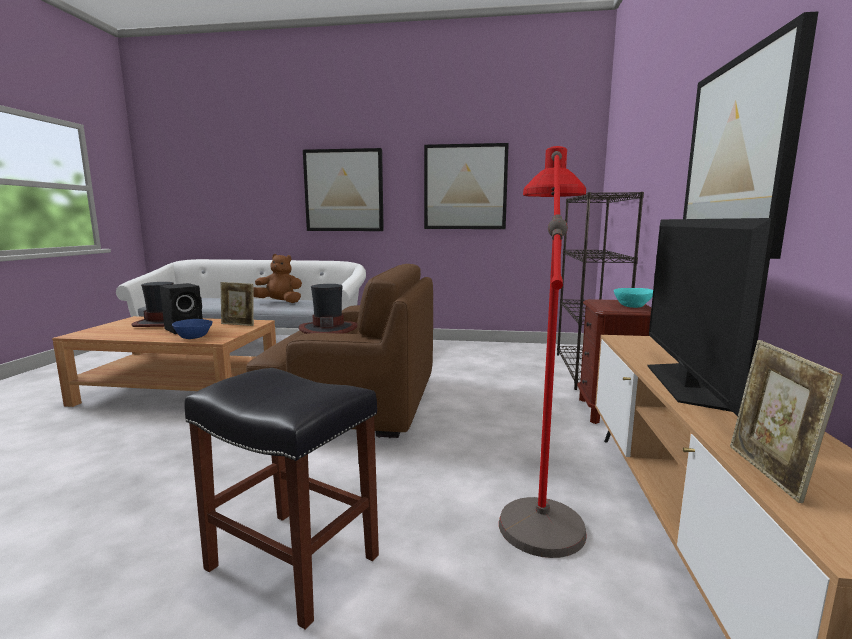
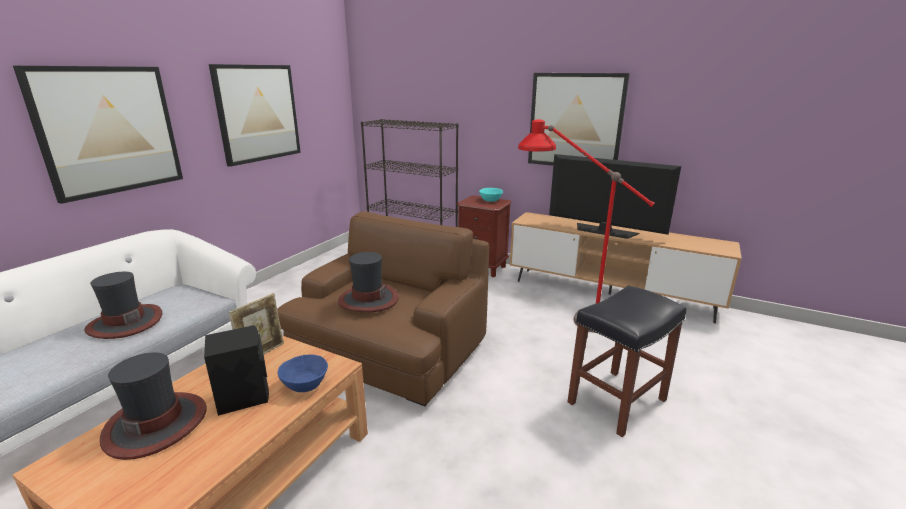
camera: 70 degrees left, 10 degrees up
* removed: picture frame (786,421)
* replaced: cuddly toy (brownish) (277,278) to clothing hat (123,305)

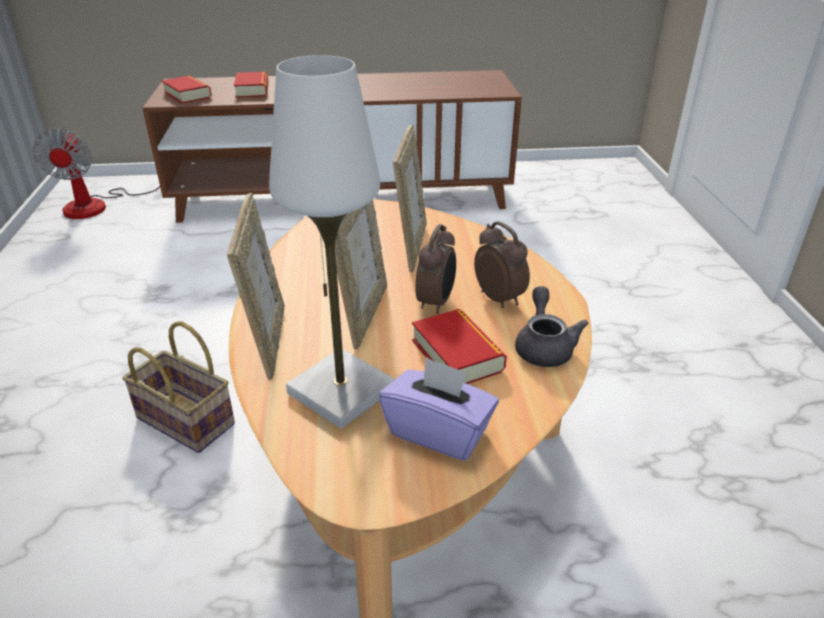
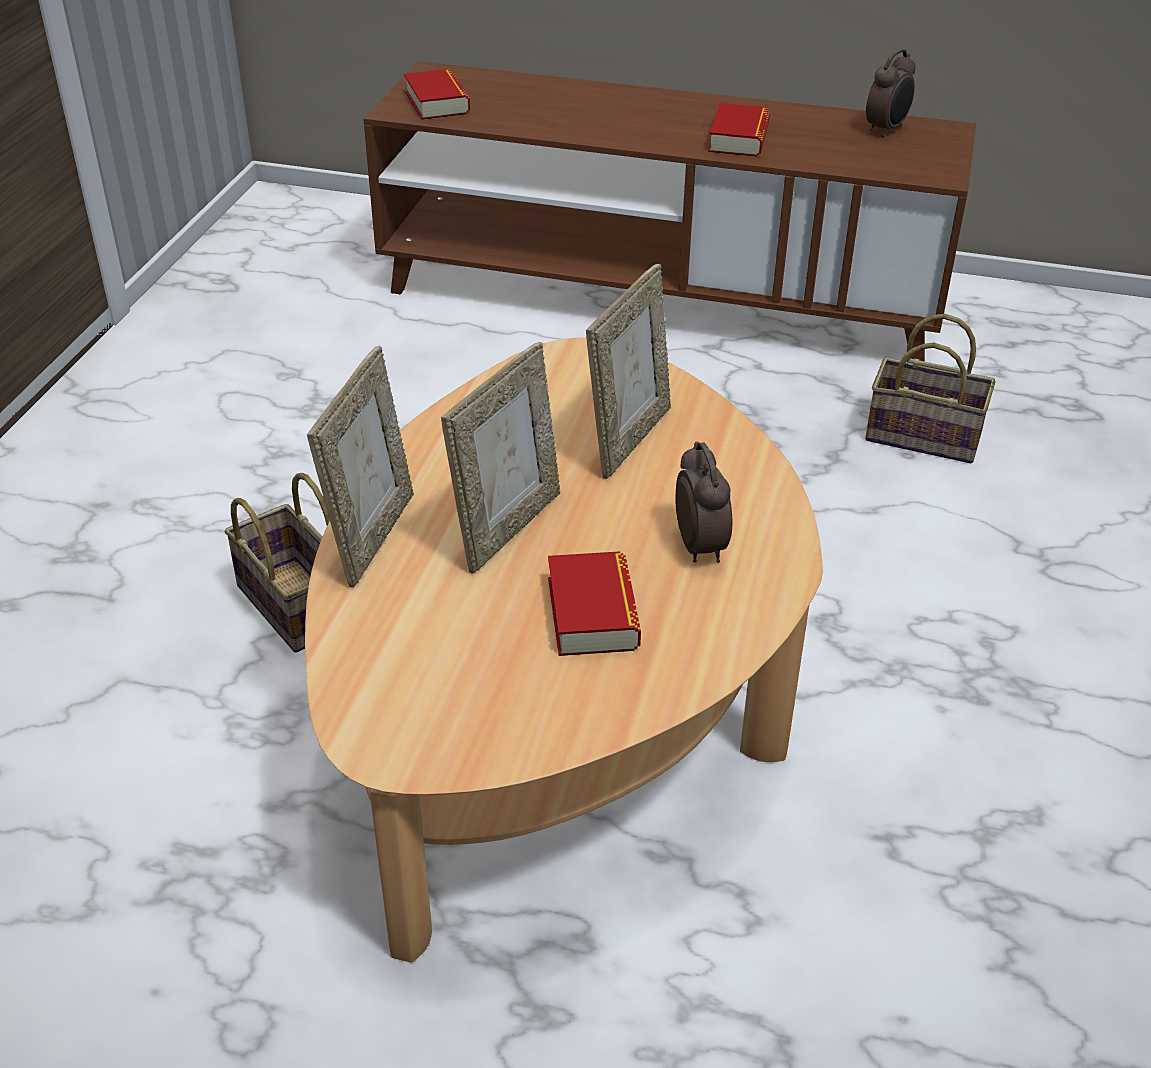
camera: 20 degrees right, 5 degrees up
* removed: electric fan (96,173)
* removed: lamp for a table (white-coloured) (332,242)
* removed: box of tissues (purple-coloured) (439,408)
* removed: teapot (greyish) (551,326)
* added: basket (930,388)
* moved: book (251,85) to (739,130)
* moved: table clock (435,269) to (891,93)

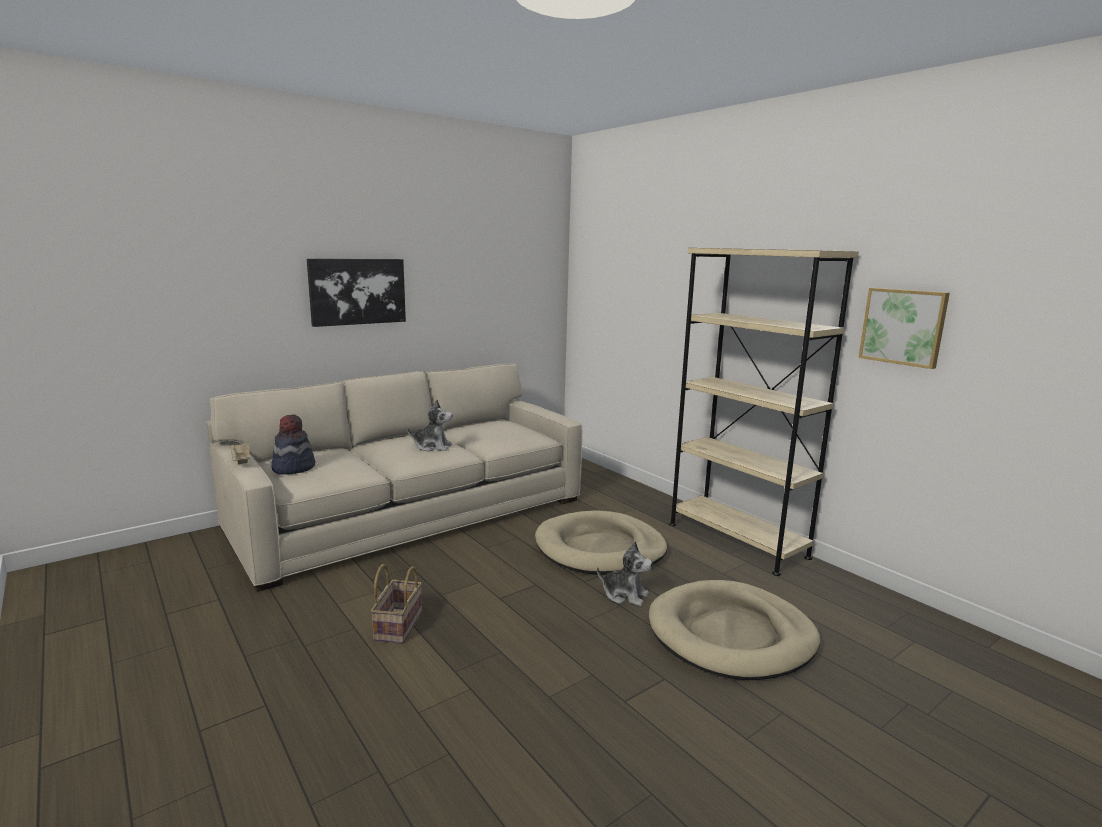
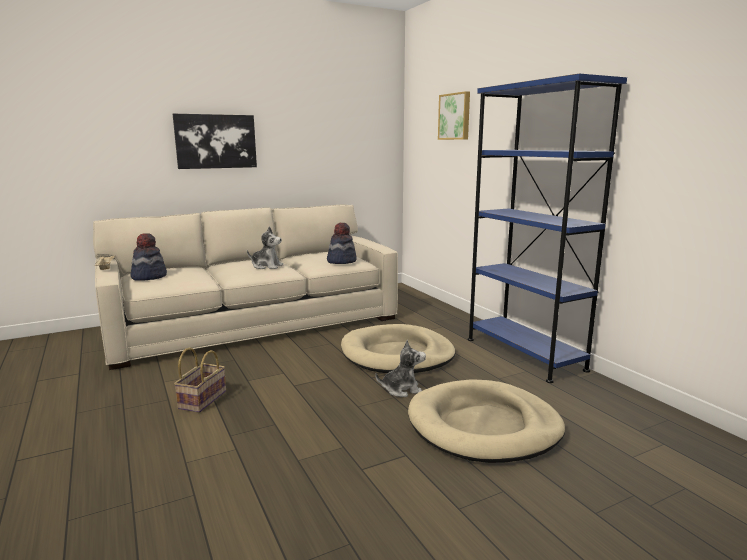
camera: 10 degrees right, 0 degrees up
* added: clothing hat (342,243)
* moved: picture (904,328) to (454,115)
* recoloured: bookshelf (sand-coloured) (764,412) to bookshelf (bluish) (547,228)
* turned: cuddly toy (624,573) = (400,368) 45 degrees counterclockwise

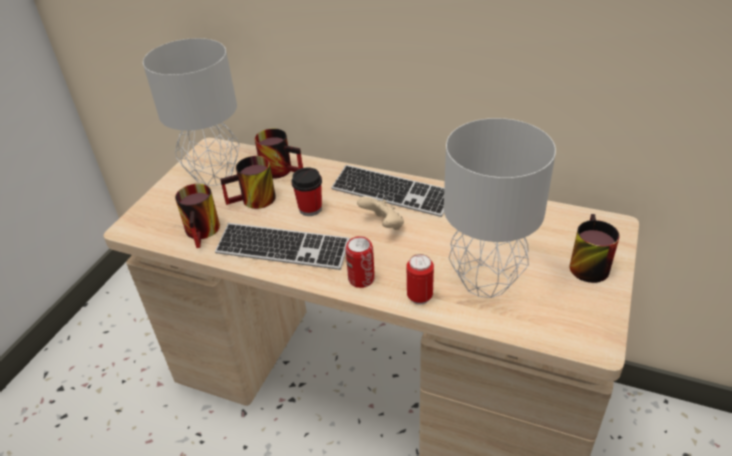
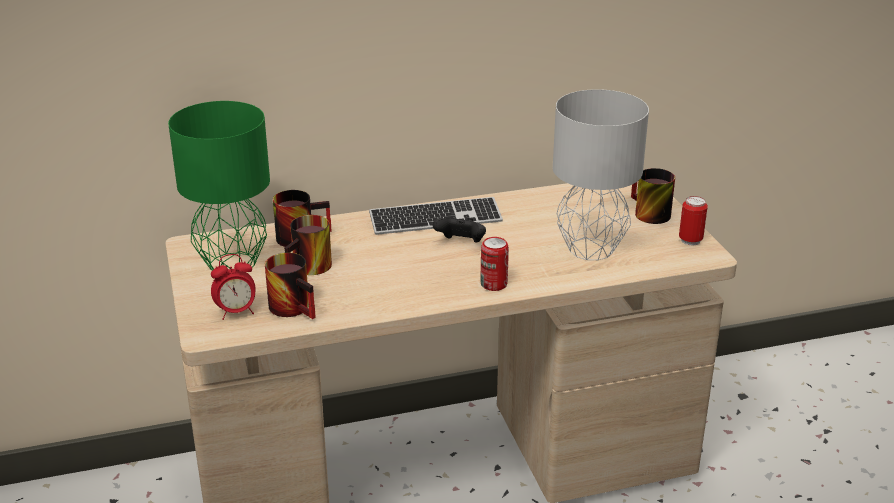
camera: 40 degrees left, 10 degrees down
* removed: computer keyboard (282,246)
* removed: small cup (306,192)
* added: table clock (233,287)
* moved: can (420,279) to (693,221)
* recoloured: lamp for a table (greyish) (191,112) to lamp for a table (greenish) (219,185)
* recoloured: joypad (sand-coloured) (380,213) to joypad (black) (459,230)

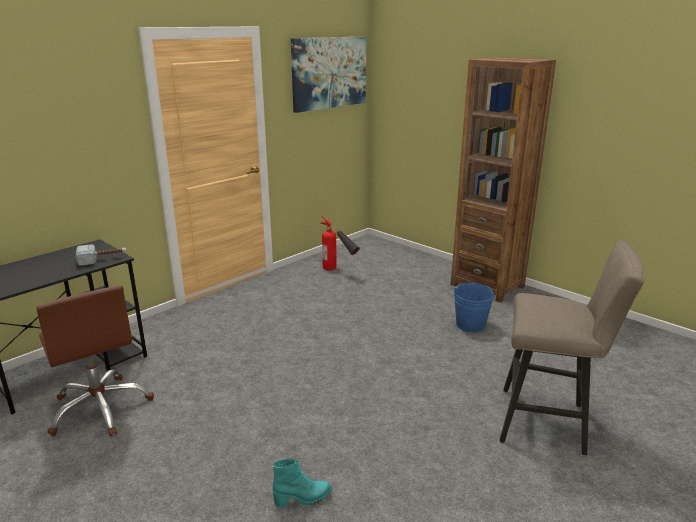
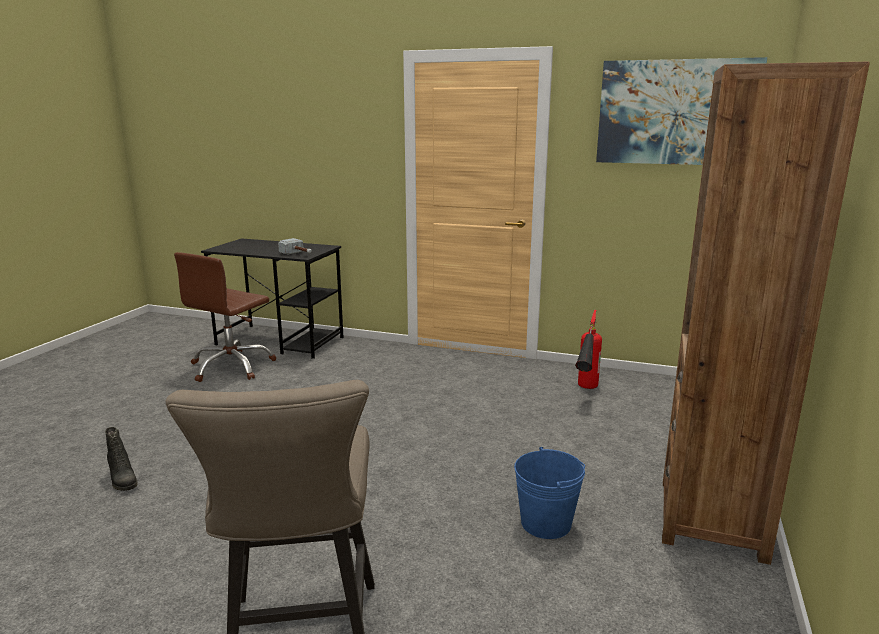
camera: 65 degrees right, 5 degrees down
* recoloured: high-top boot (turquoise) (301,482) to high-top boot (black) (121,459)

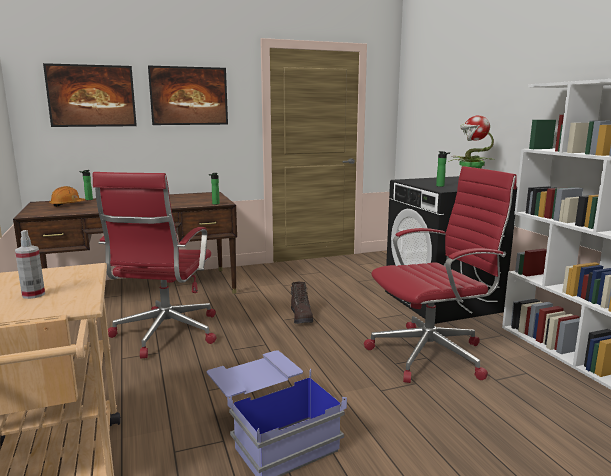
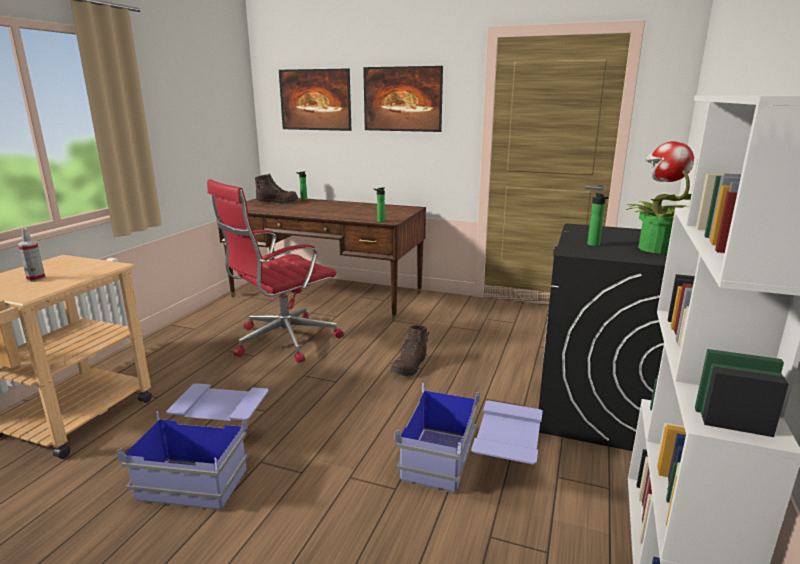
camera: 40 degrees right, 5 degrees up
* replaced: work helmet (orangey) (67,196) to high-top boot (brownish) (276,189)
* replaced: desk chair (red) (440,274) to storage box (bluish) (469,438)

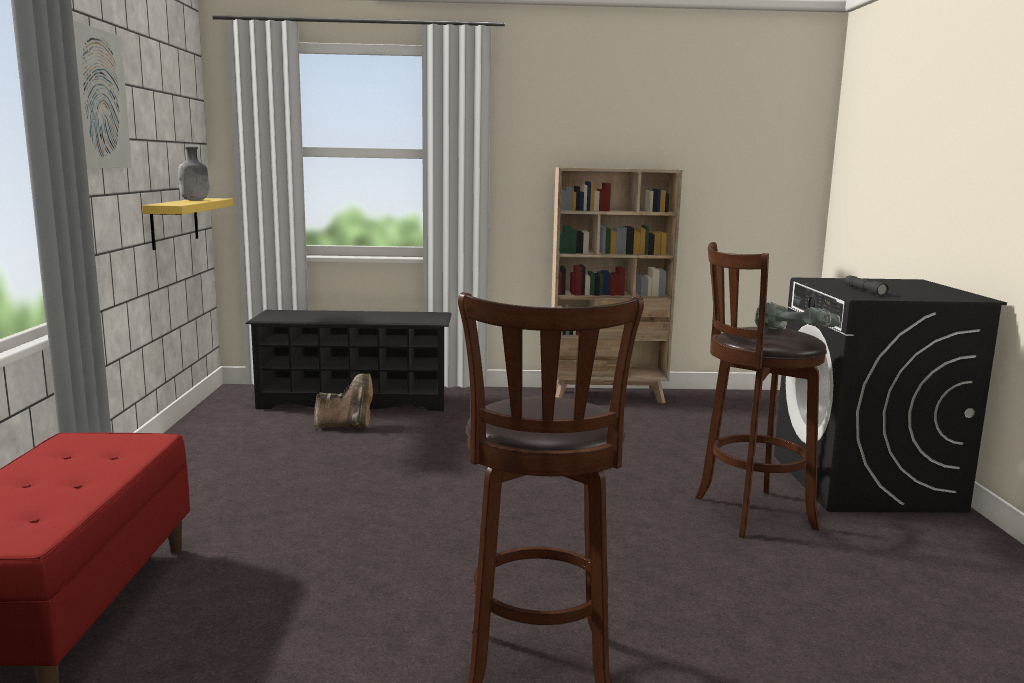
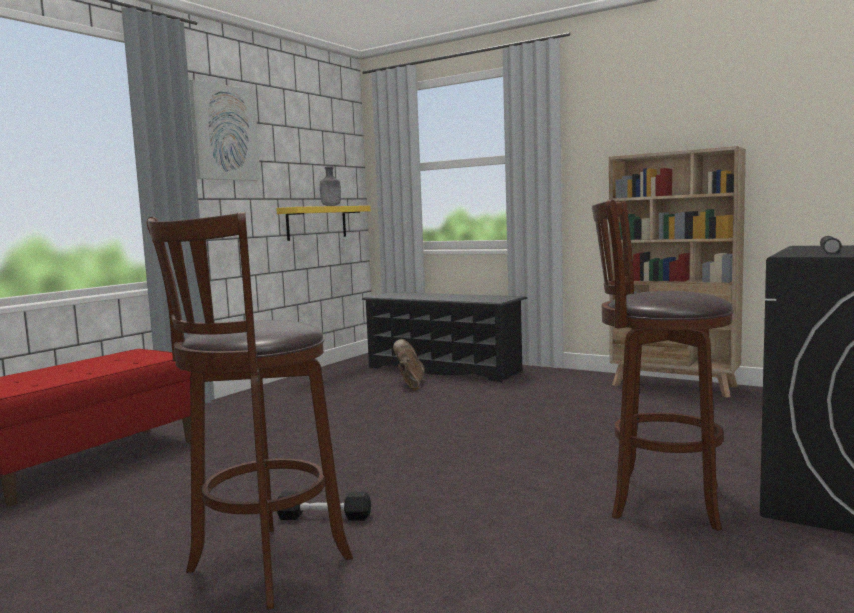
camera: 35 degrees right, 5 degrees down
* removed: electric drill (798,315)
* added: free weight (black) (324,506)
* turned: high-top boot (brownish) (343,401) = (409,364) 120 degrees counterclockwise

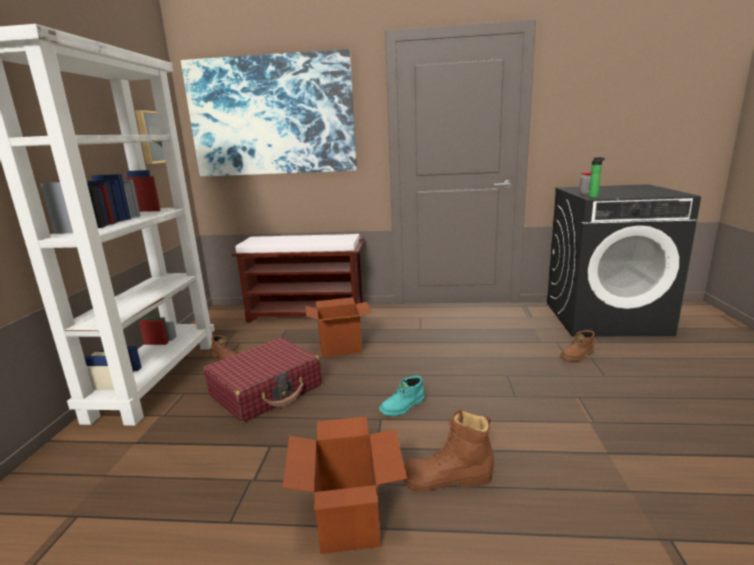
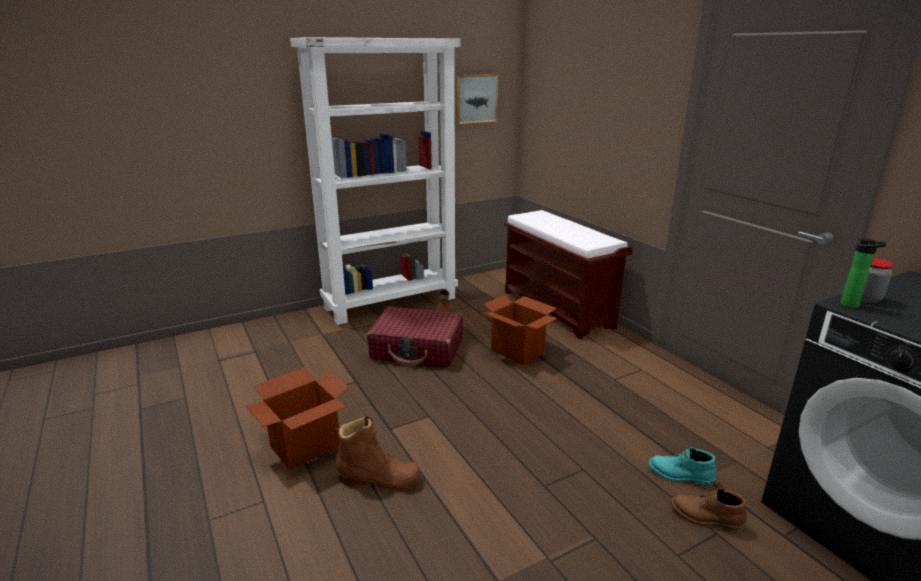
camera: 55 degrees right, 5 degrees up
* removed: picture (269,113)
* moved: high-top boot (turquoise) (402,396) to (682,467)
* turned: high-top boot (brownish) (449,450) = (378,453) 135 degrees clockwise

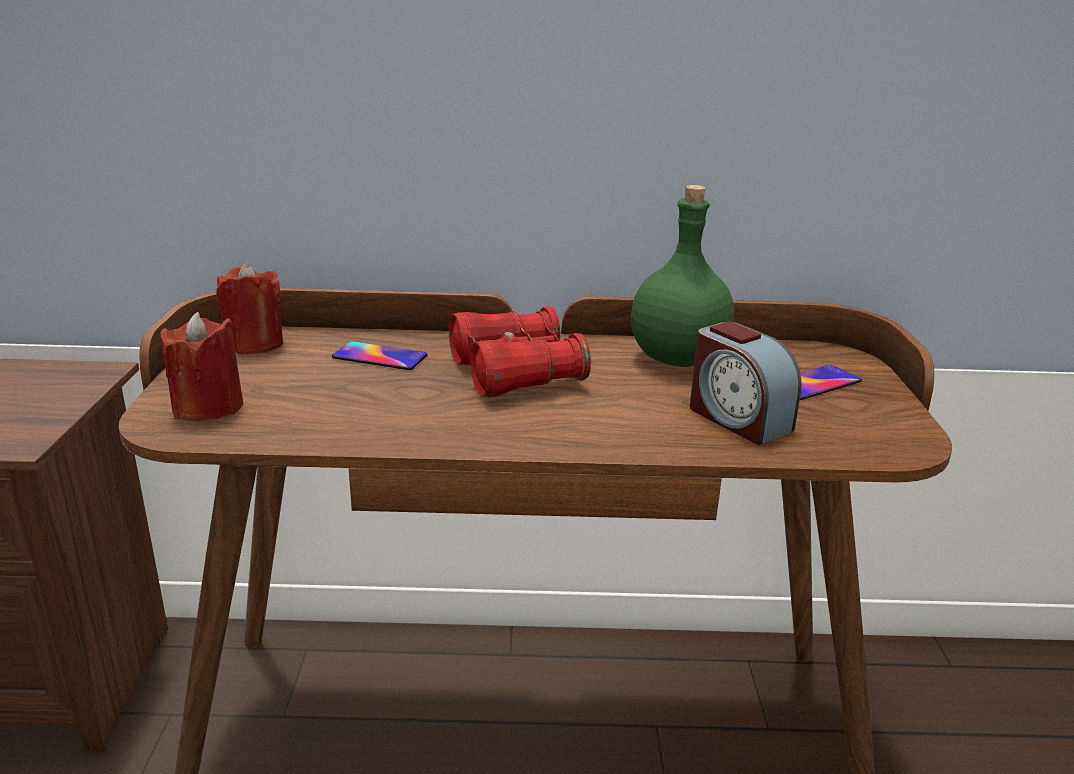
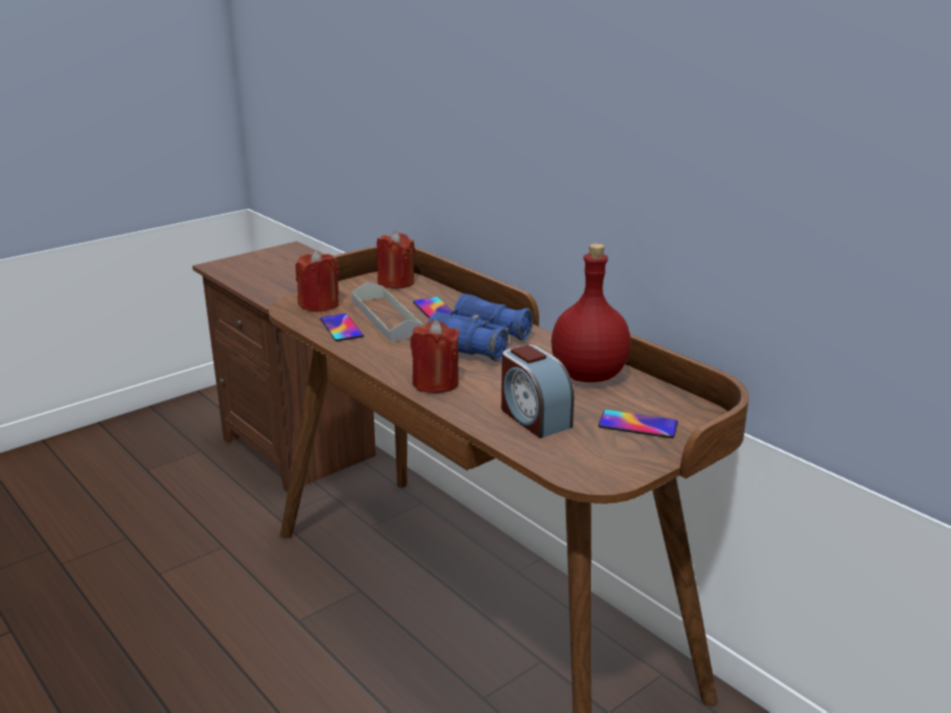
camera: 50 degrees right, 0 degrees up
* added: telephone (342,327)
* added: serving tray (greyish) (388,312)
* added: wax light (red) (435,356)
* recoloured: pair of binoculars (red) (520,352) to pair of binoculars (bluish) (481,327)
* recoloured: drink bottle (greenish) (682,276) to drink bottle (red) (591,313)
* turned: table clock (746,383) = (537,391) 45 degrees counterclockwise

